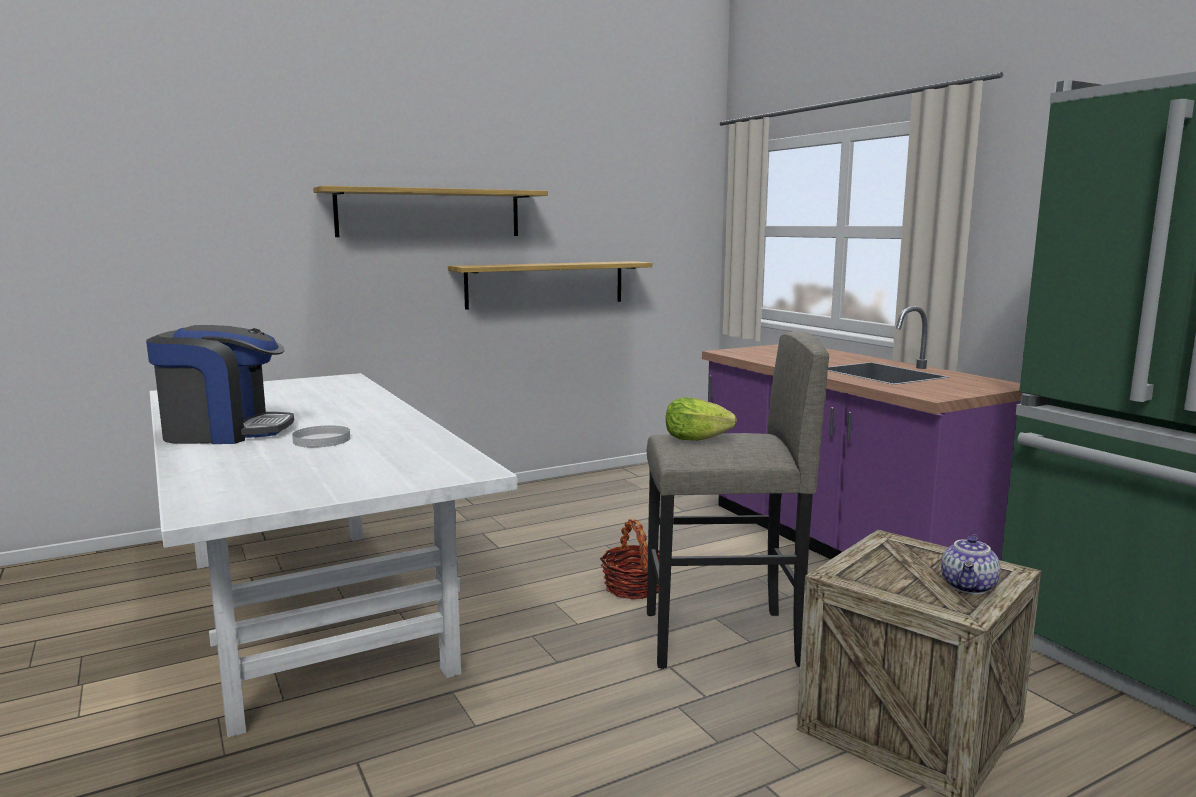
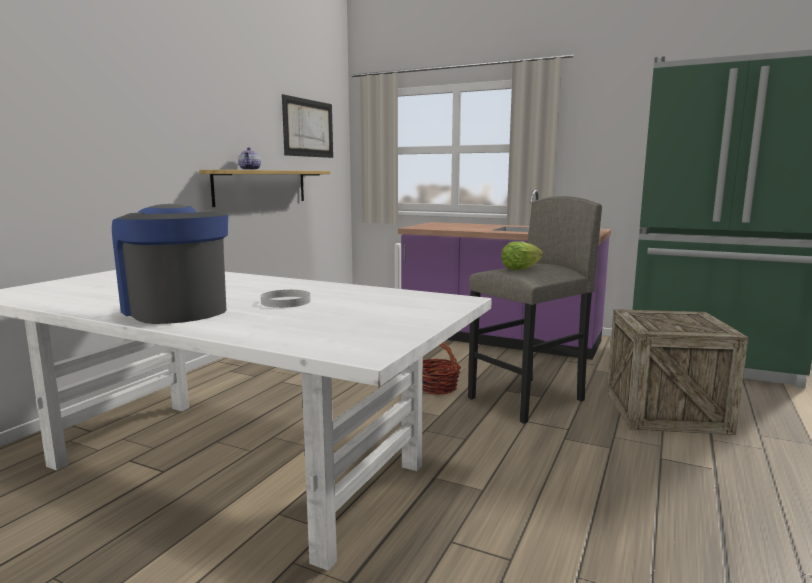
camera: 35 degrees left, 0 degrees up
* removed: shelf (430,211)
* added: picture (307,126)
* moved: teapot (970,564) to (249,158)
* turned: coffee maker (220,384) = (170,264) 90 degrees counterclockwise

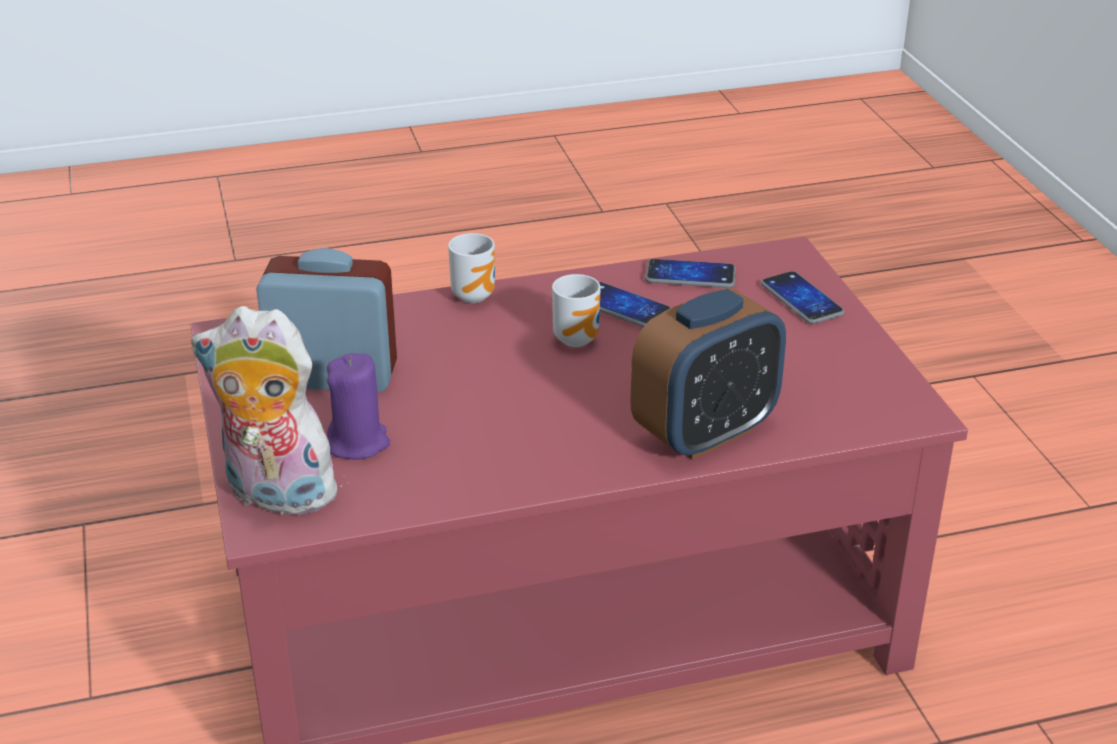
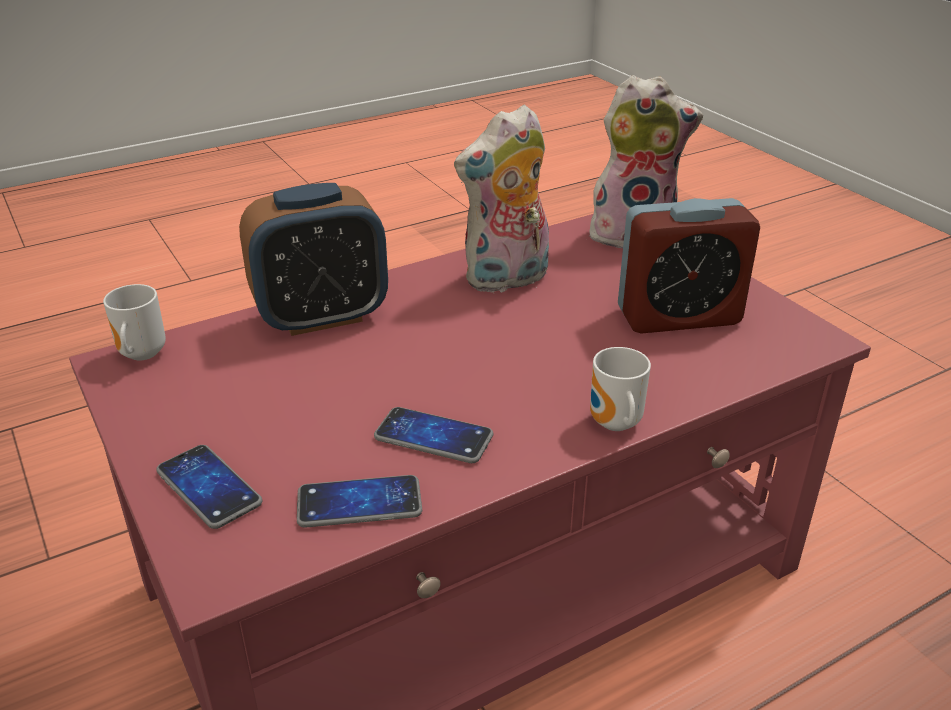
camera: 165 degrees right, 0 degrees up
* removed: wax light (purple-coloured) (358,406)
* added: cuddly toy (501,198)
* moved: coffee mug (576,310) to (134,322)
* turned: table clock (708,374) = (313,259) 150 degrees counterclockwise

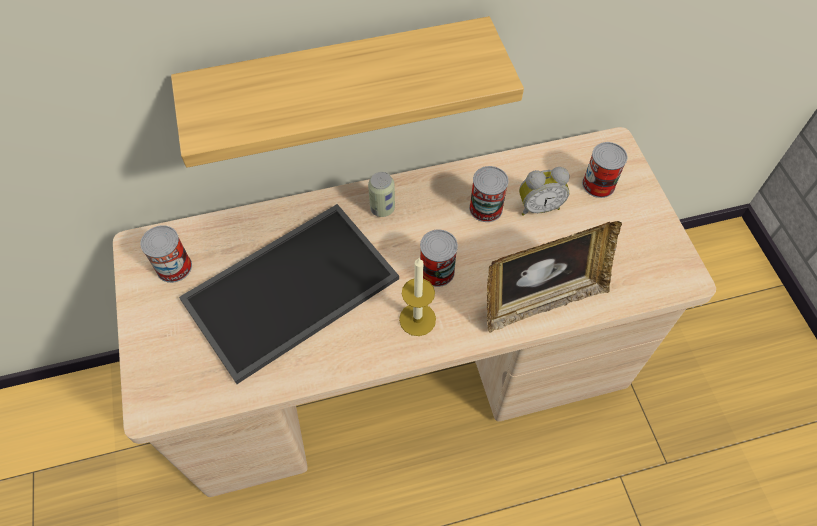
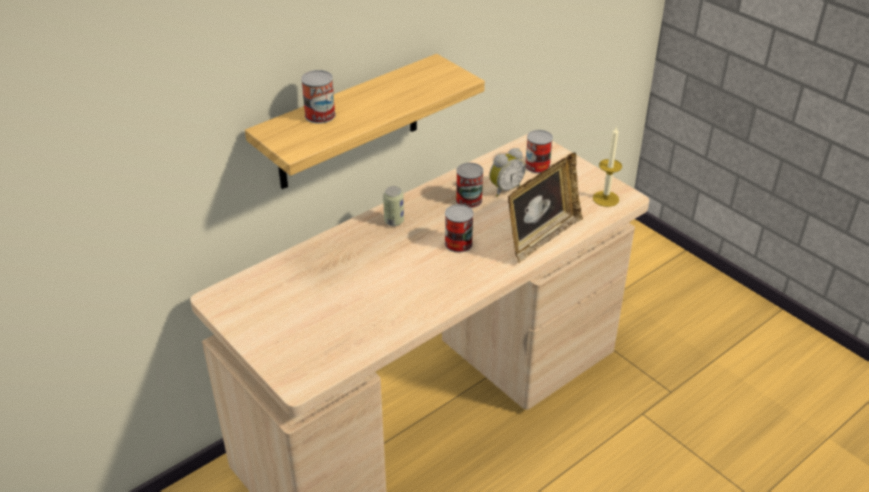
camera: 25 degrees left, 20 degrees down
* removed: serving tray (289,294)
* moved: can (166,254) to (318,97)
* moved: wax light (417,296) to (607,167)

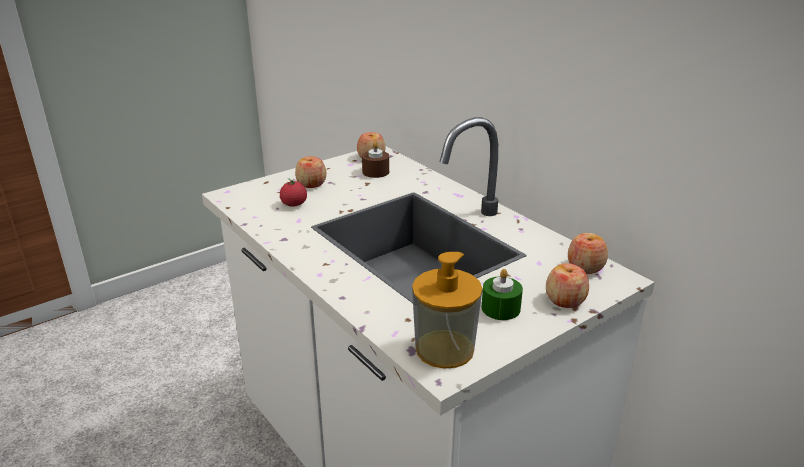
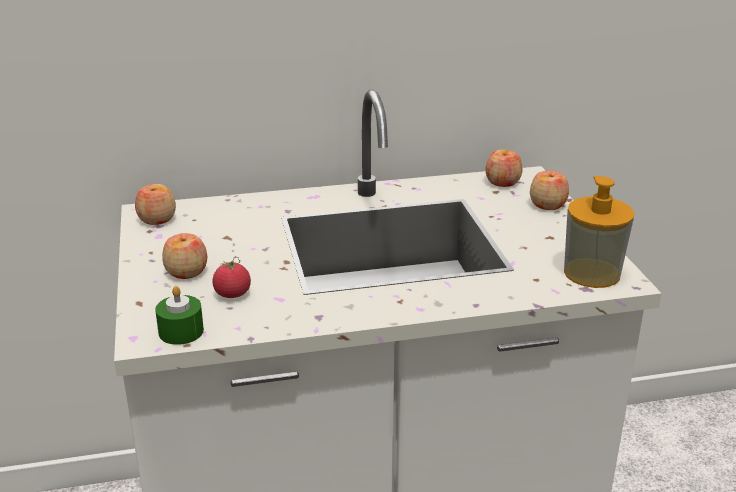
camera: 65 degrees left, 0 degrees up
* removed: wax light (brownish) (375,159)
* moved: wax light (greenish) (502,294) to (179,315)

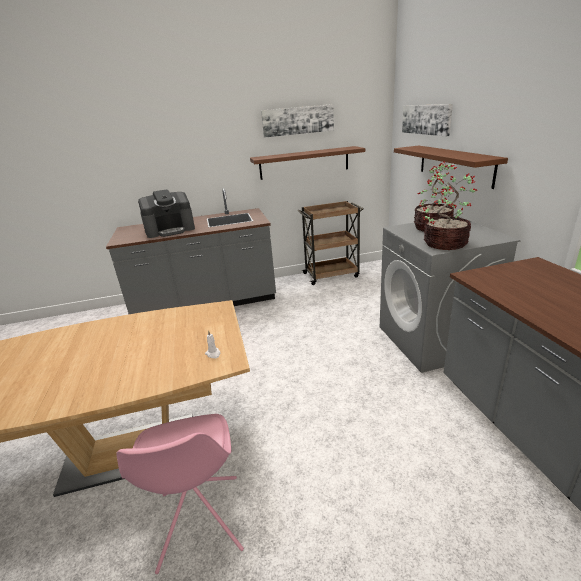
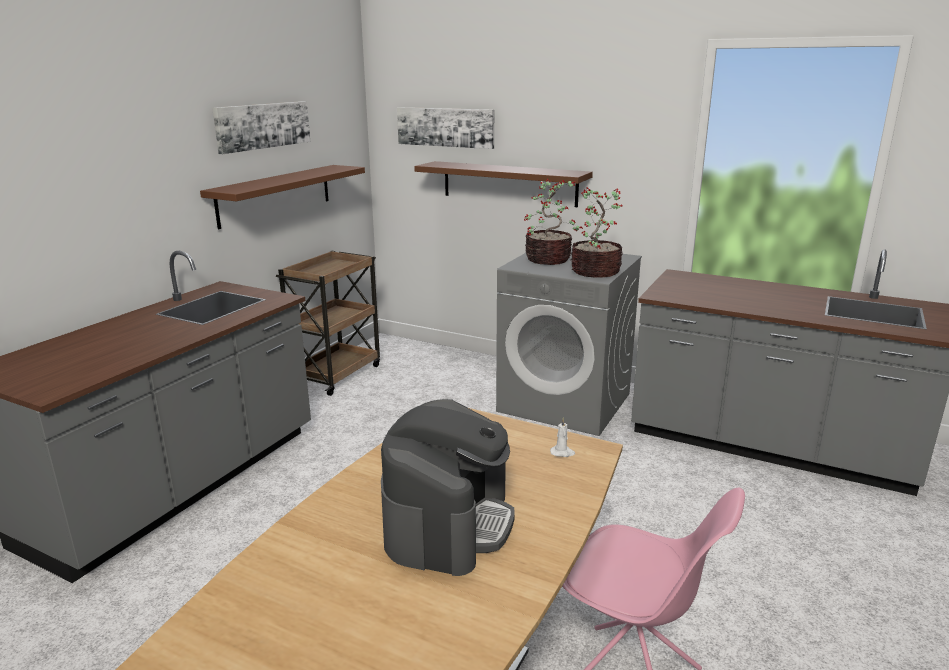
camera: 50 degrees left, 5 degrees down
* moved: coffee maker (166,213) to (448,487)

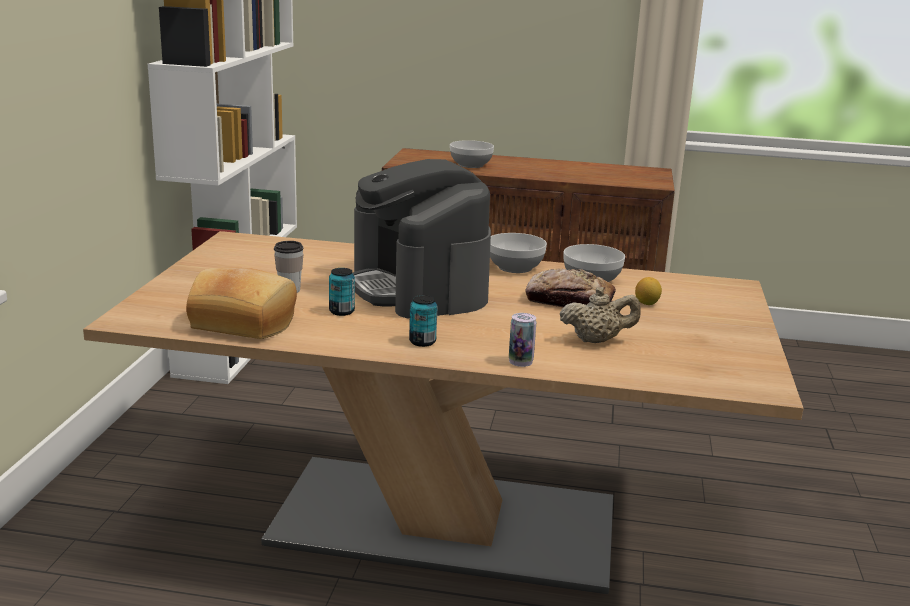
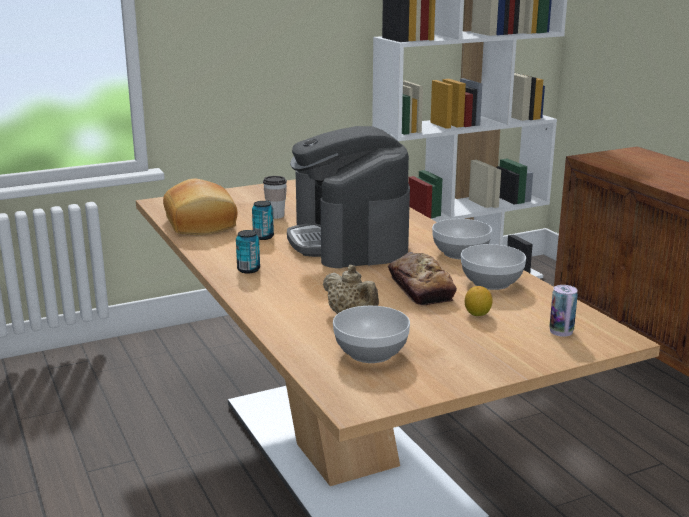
camera: 55 degrees right, 0 degrees up
* moved: bowl (472,154) to (371,334)
* moved: can (522,340) to (563,311)
* turned: coffee maker (422,239) = (348,197) 45 degrees counterclockwise

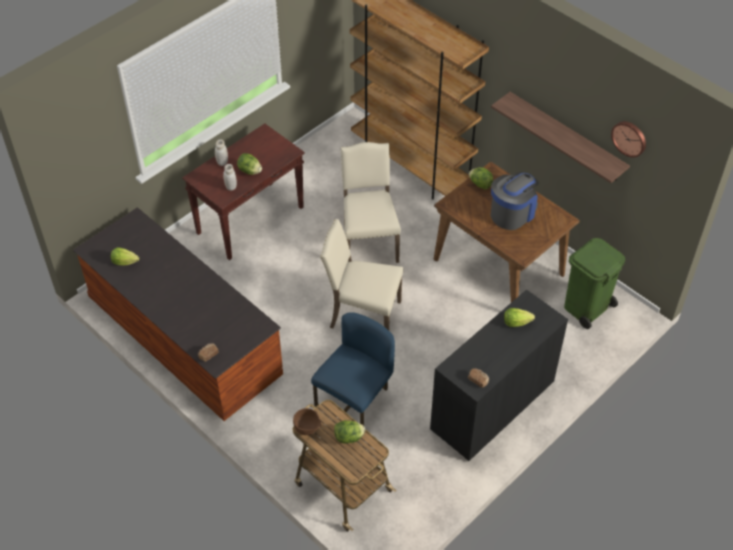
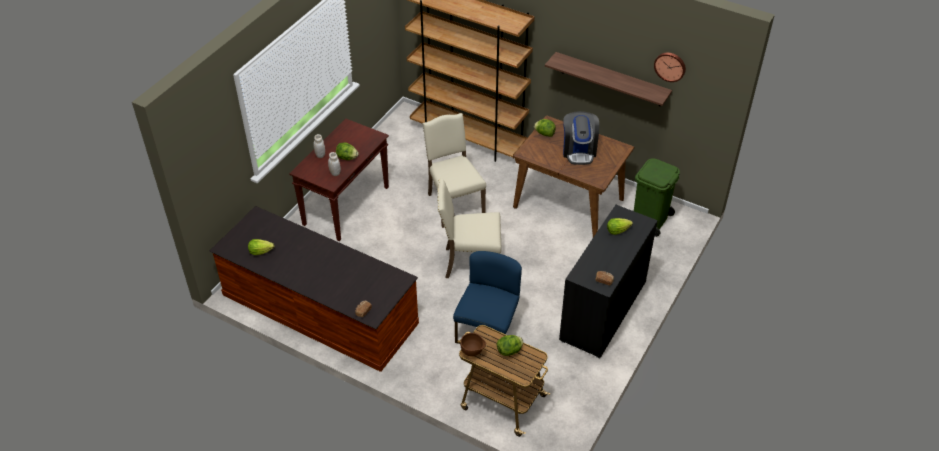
camera: 15 degrees left, 5 degrees down
* turned: coffee maker (515,201) = (581,138) 150 degrees clockwise

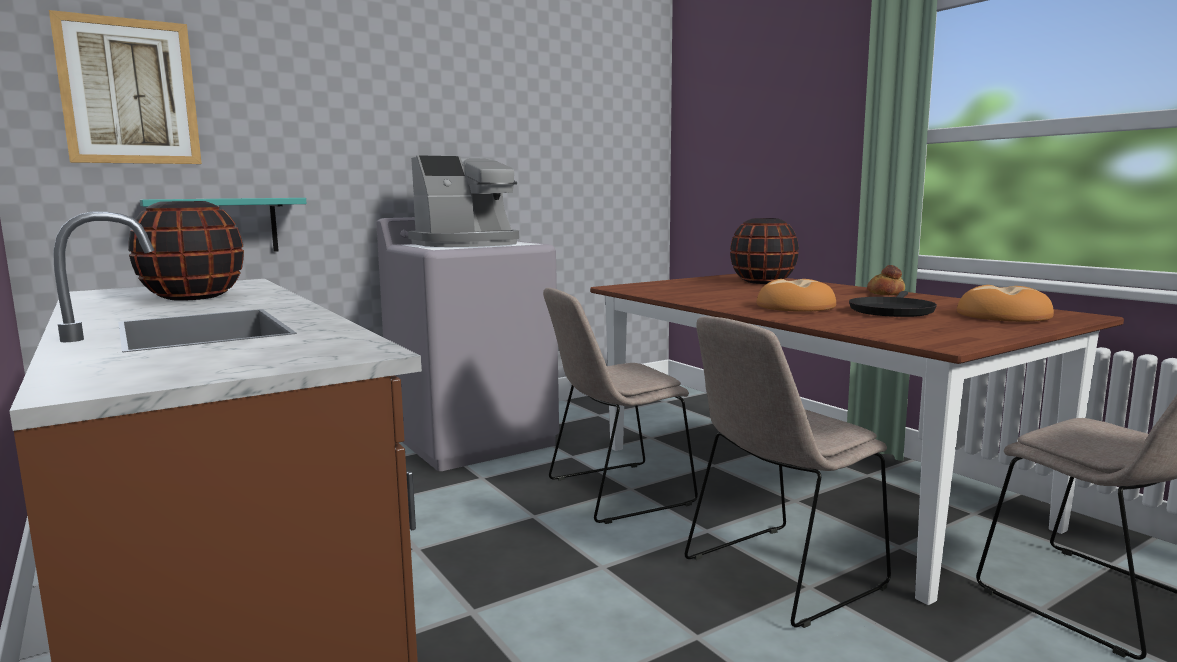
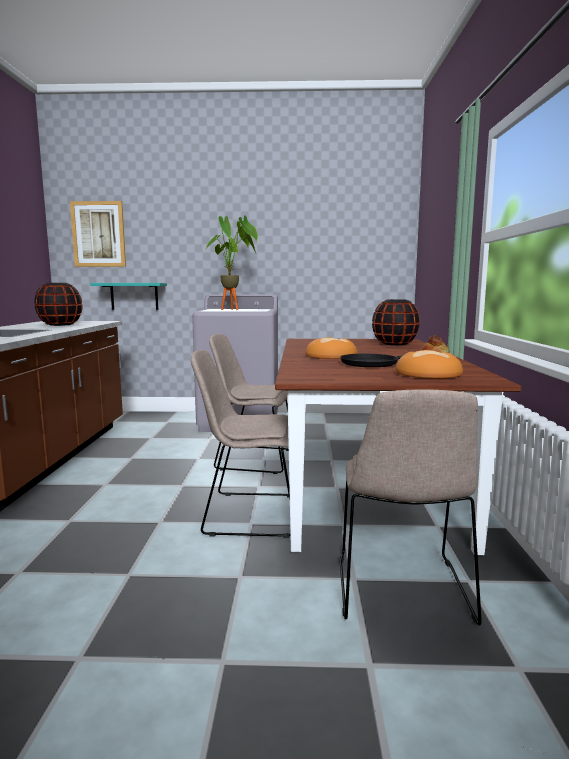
camera: 35 degrees right, 0 degrees up
* replaced: coffee maker (463,201) to potted plant (232,262)

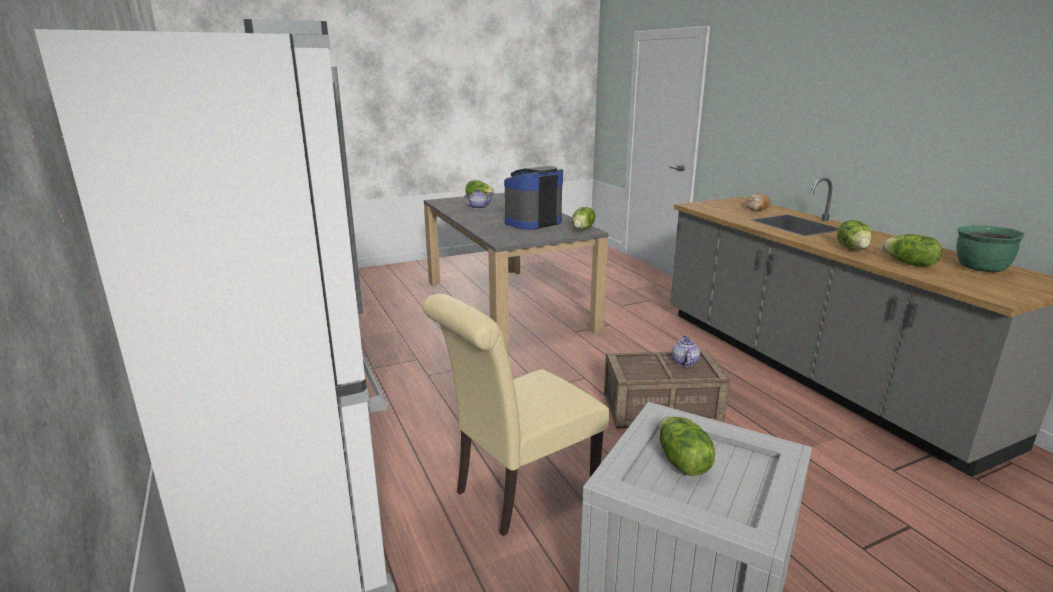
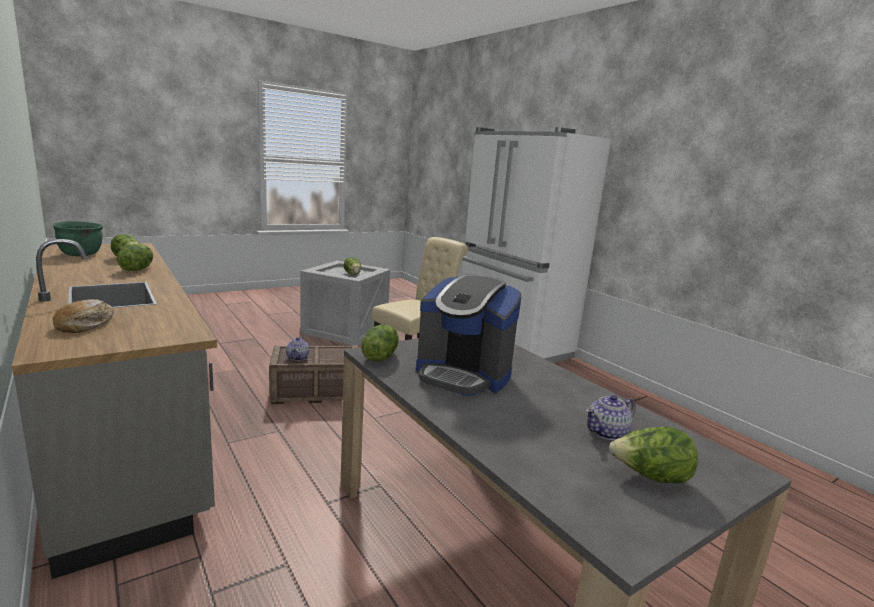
camera: 170 degrees right, 5 degrees down
* turned: coffee maker (533,198) = (468,335) 75 degrees clockwise

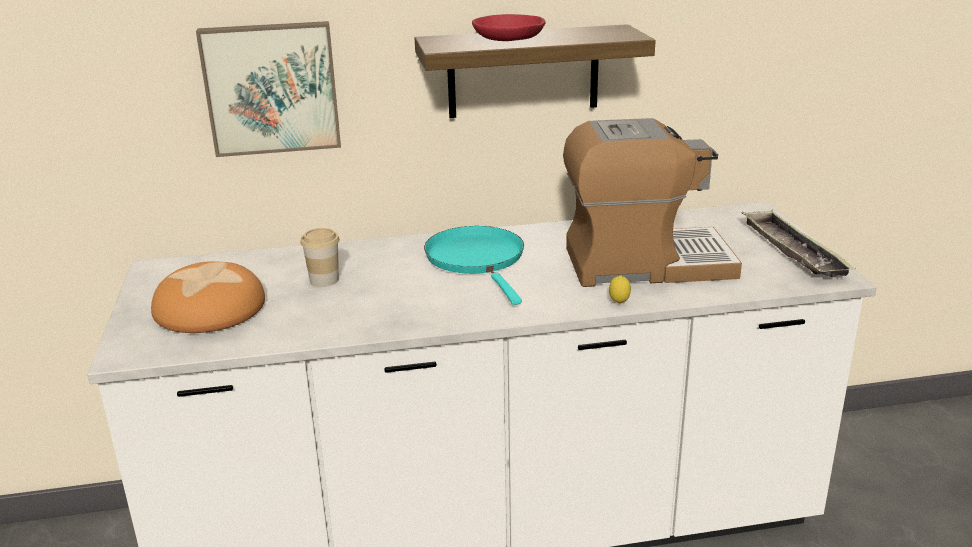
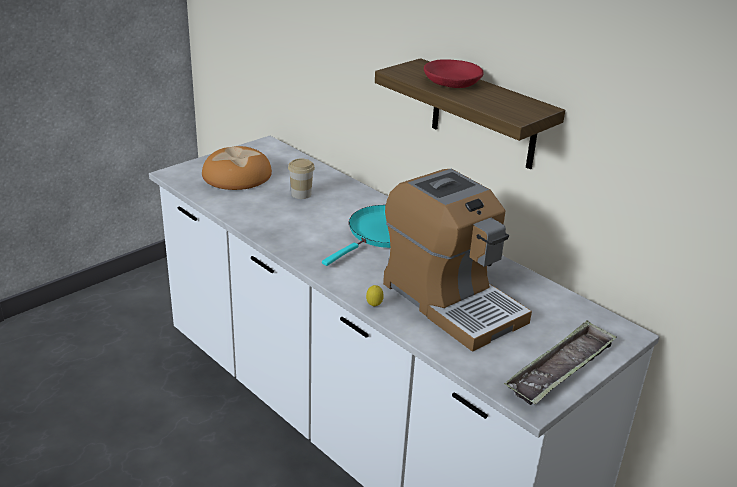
camera: 55 degrees right, 5 degrees up
* removed: picture (268,89)

